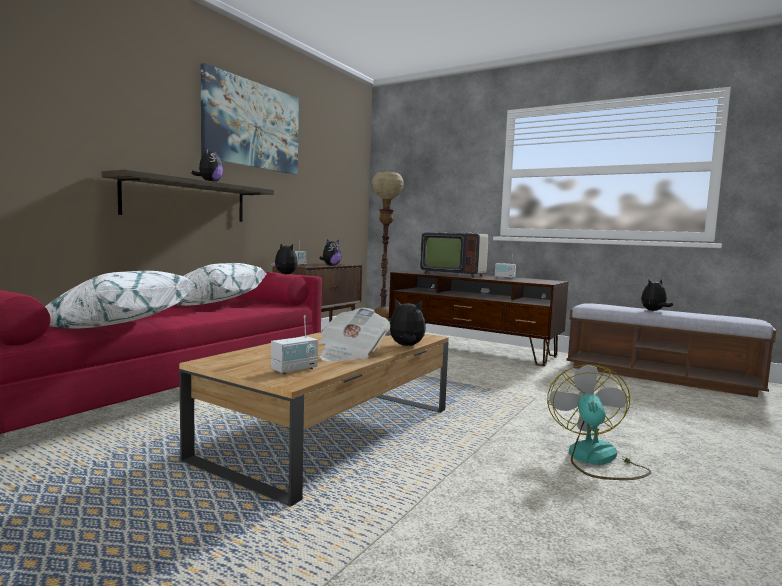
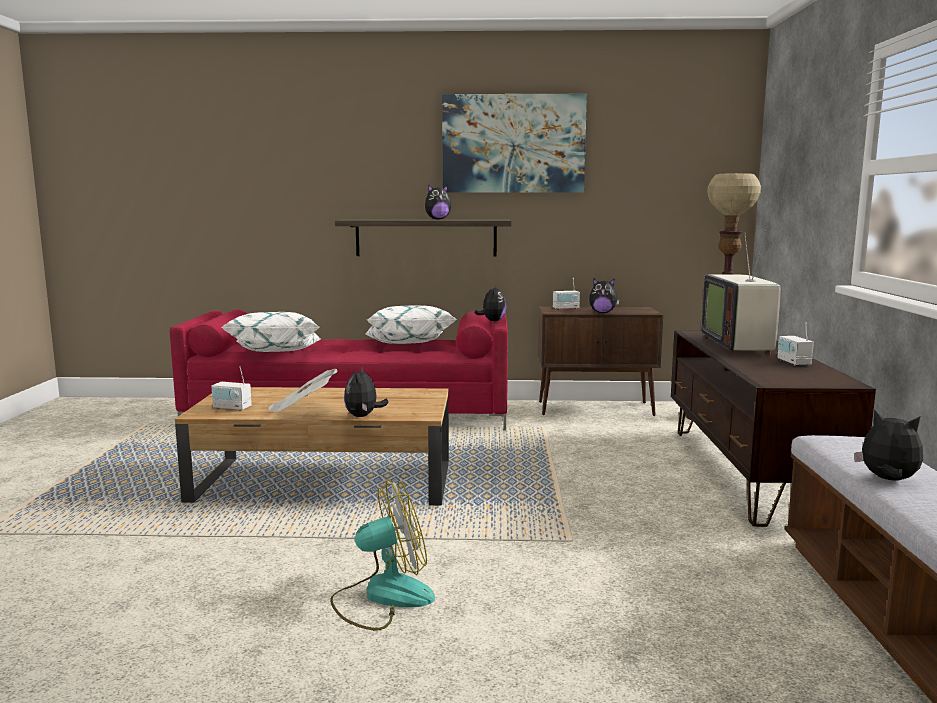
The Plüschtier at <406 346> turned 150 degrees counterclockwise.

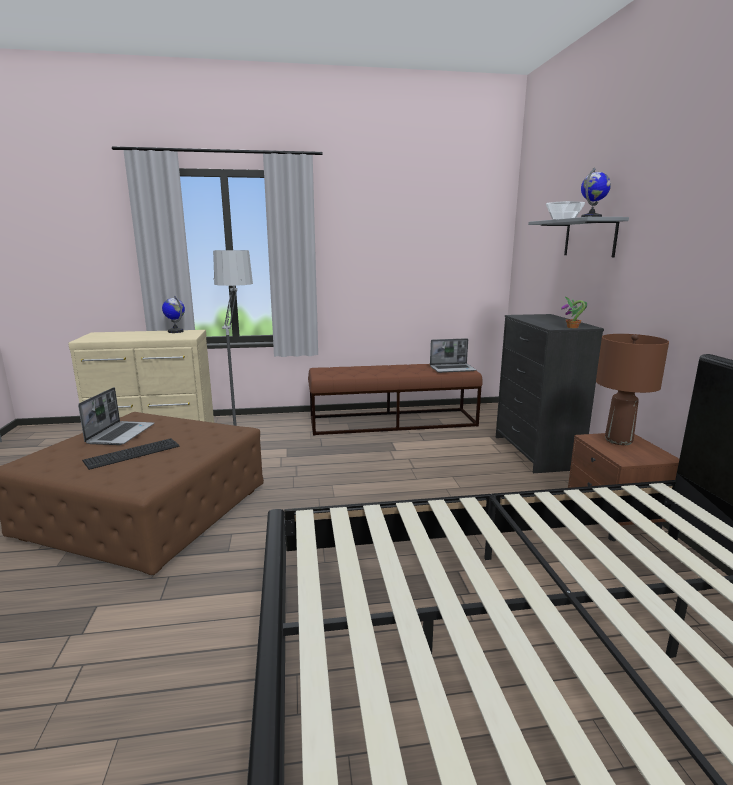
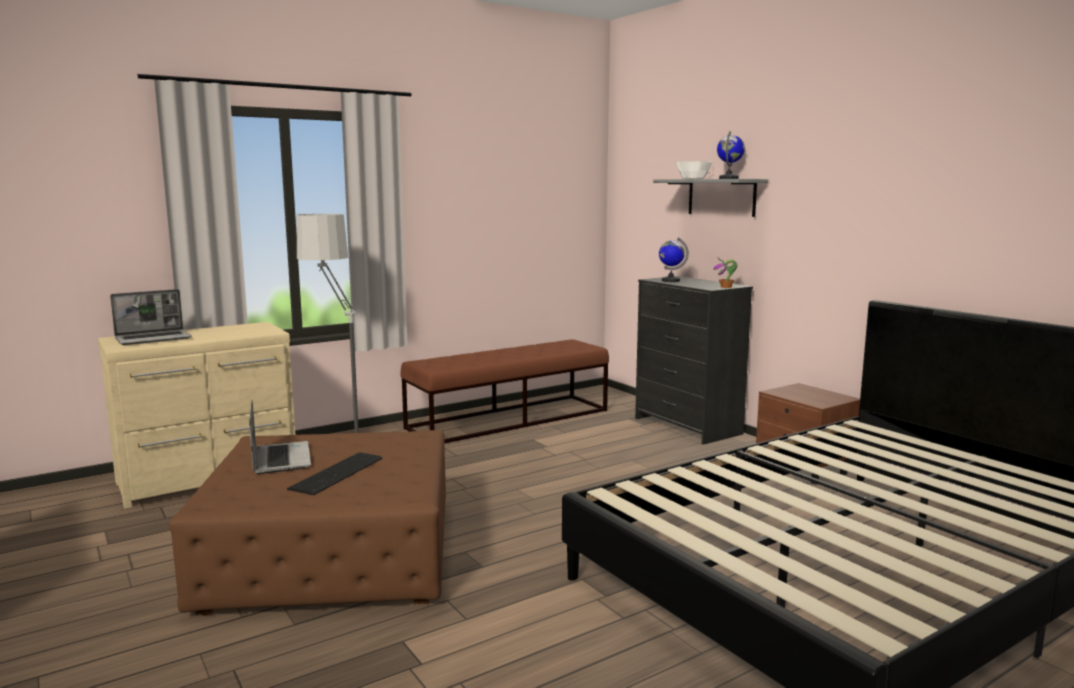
The Globus moved from <175 331> to <670 281>.
The Laptop moved from <452 369> to <154 338>.
The Tischlampe [braun] at <618 440> disappeared.

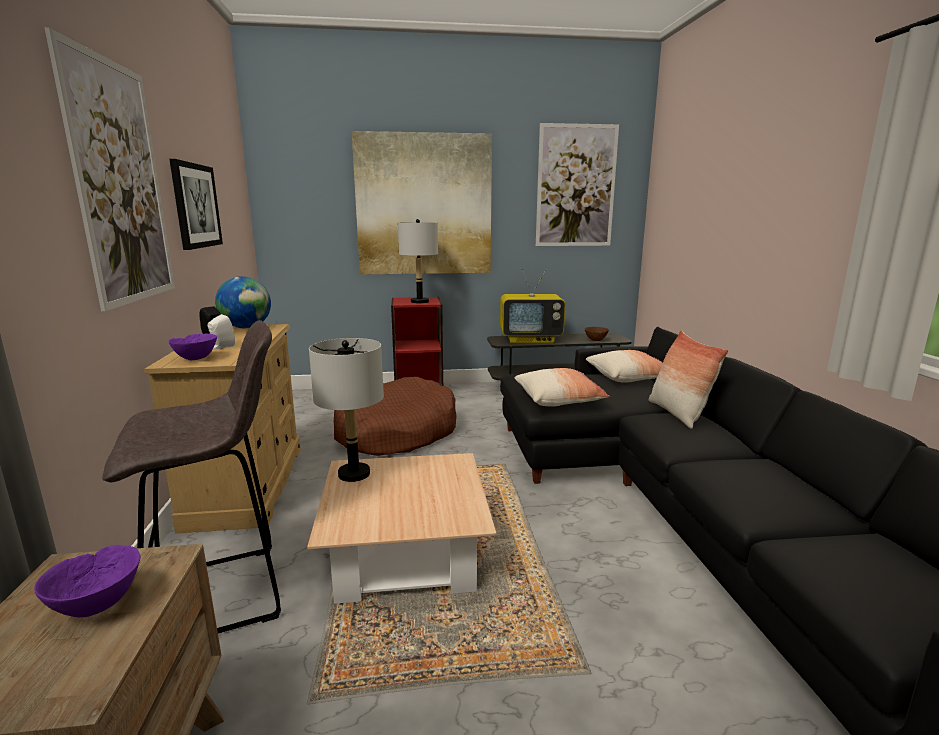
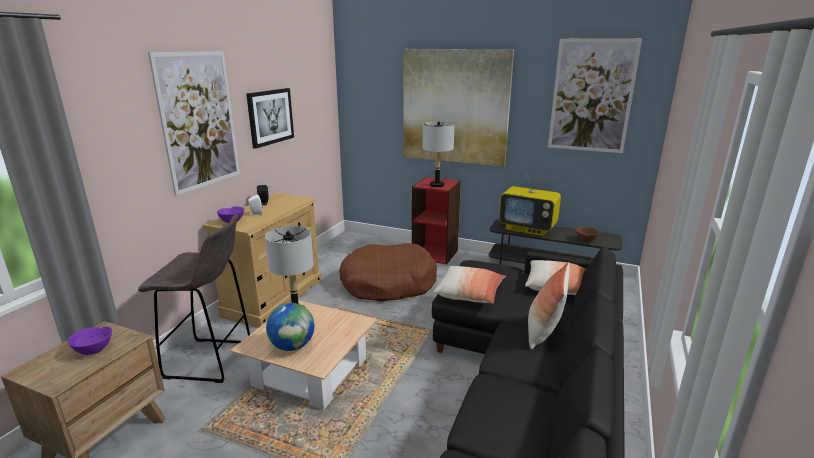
The Globus moved from <246 327> to <292 346>.

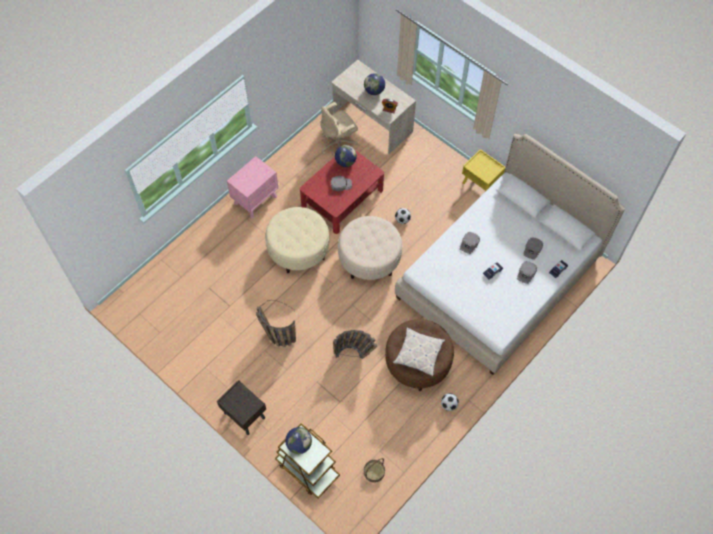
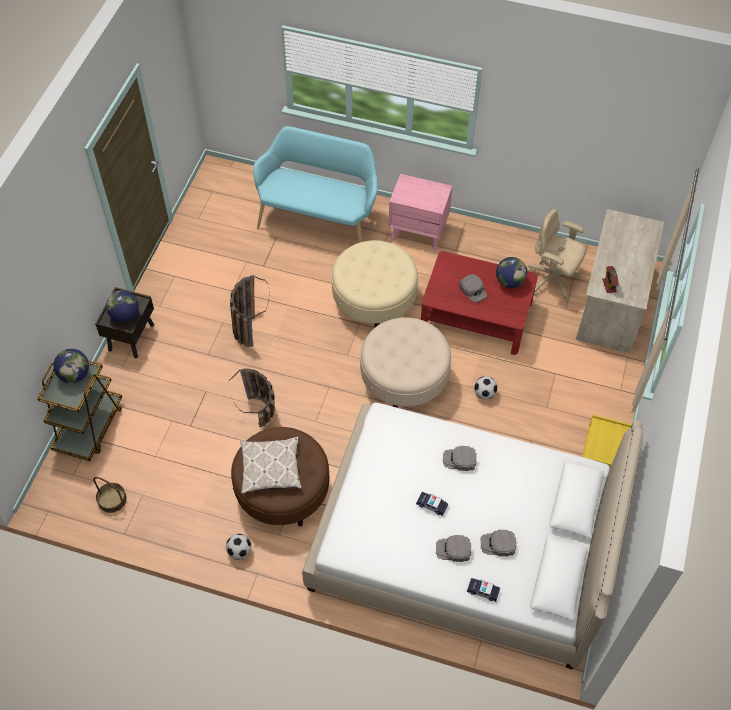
The Globus moved from <374 91> to <125 315>.
The Bank [türkis] at <318 220> appeared.

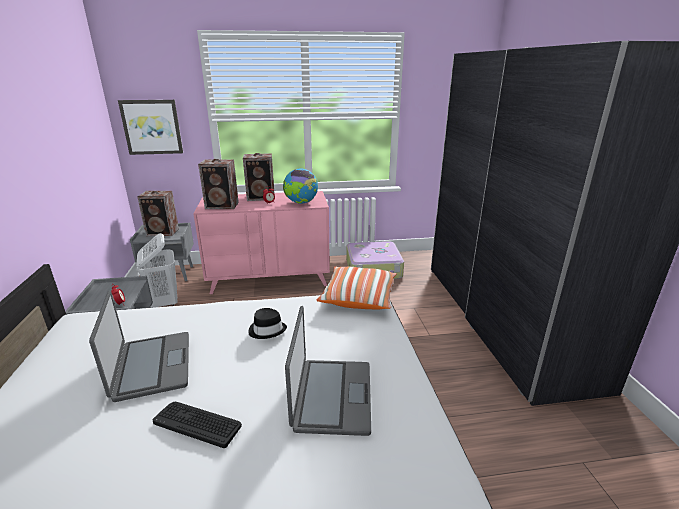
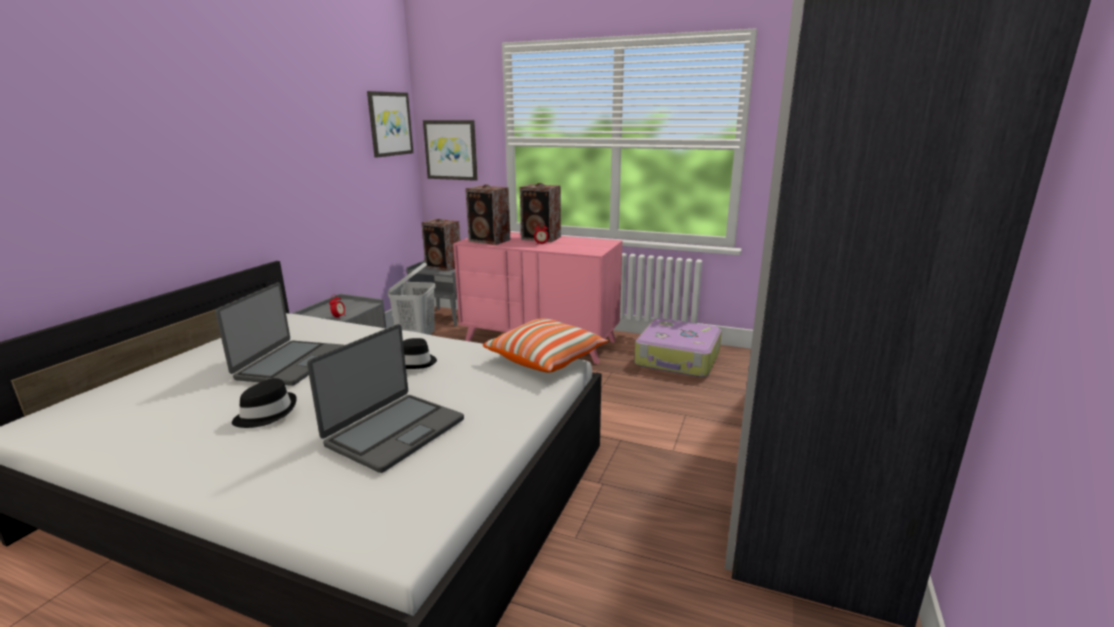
The Tastatur at <198 423> was replaced by the Hut [schwarz] at <266 413>.
The Globus at <301 203> disappeared.
The Bild at <389 124> appeared.

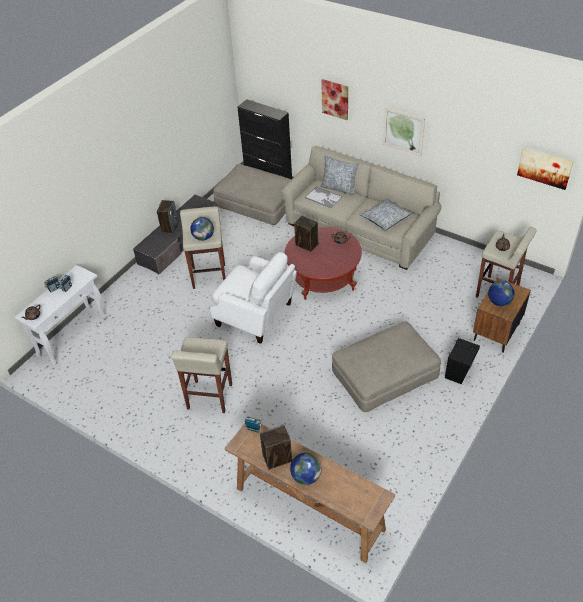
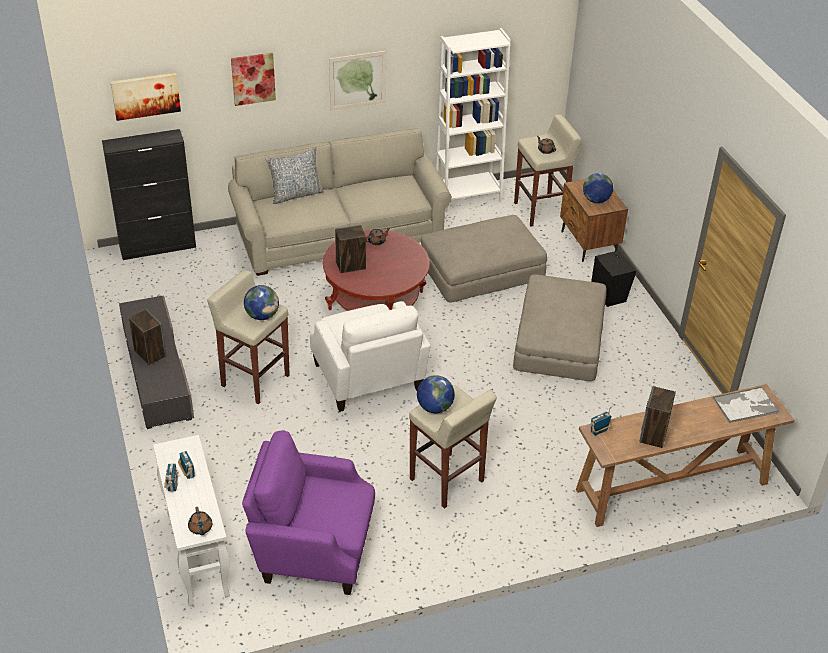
The Sessel [weiß] at <256 315> turned 90 degrees clockwise.
The Polsterhocker [beige] moved from <257 202> to <481 269>.
The Globus moved from <306 476> to <434 407>.
The Tablett moved from <324 198> to <746 405>.
The Kissen at <385 219> disappeared.
The Bild moved from <545 167> to <145 95>.
The Sessel [lila] at <313 548> appeared.
The Bücherregal [weiß] at <467 197> appeared.

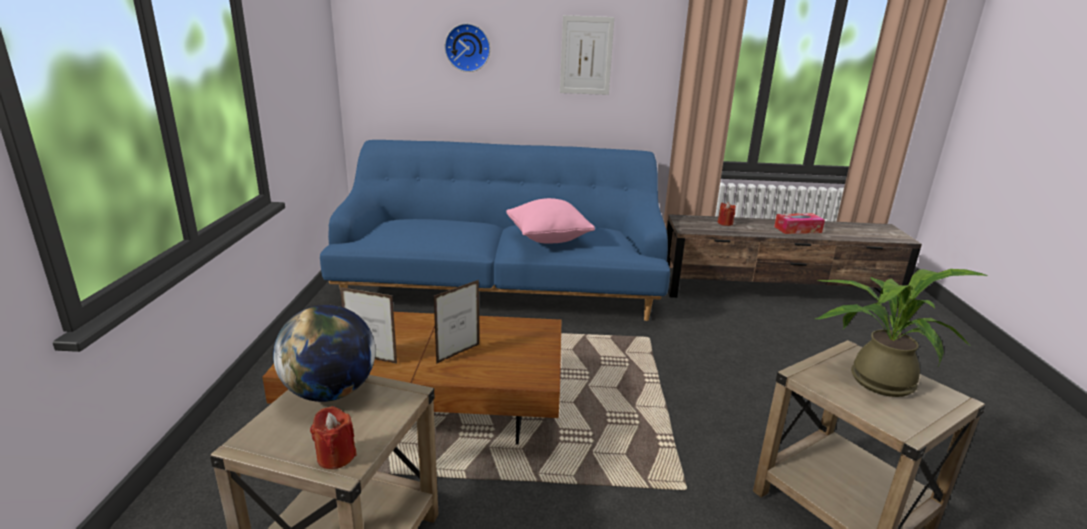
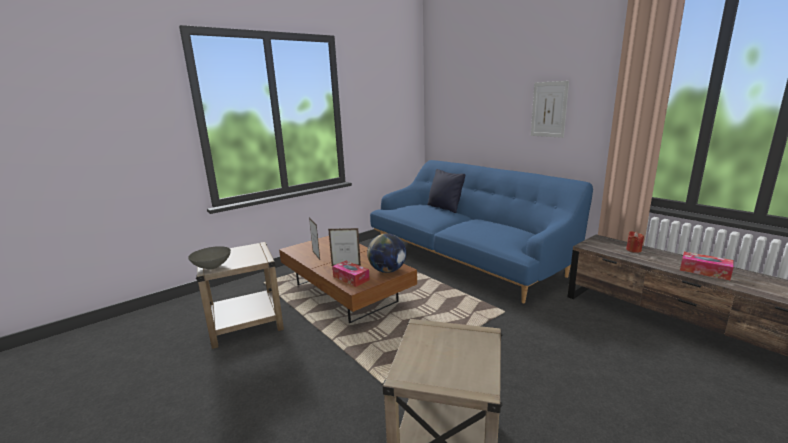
The Globus moved from <330 392> to <387 270>.
The Kerze [rot] at <336 456> was replaced by the Schüssel [grau] at <212 266>.
The Wanduhr at <468 47> disappeared.
The Kissen [rosa] at <548 239> disappeared.
The Topfpflanze at <873 378> disappeared.
The Taschentuchbox at <351 278> appeared.
The Kissen [schwarz] at <445 208> appeared.

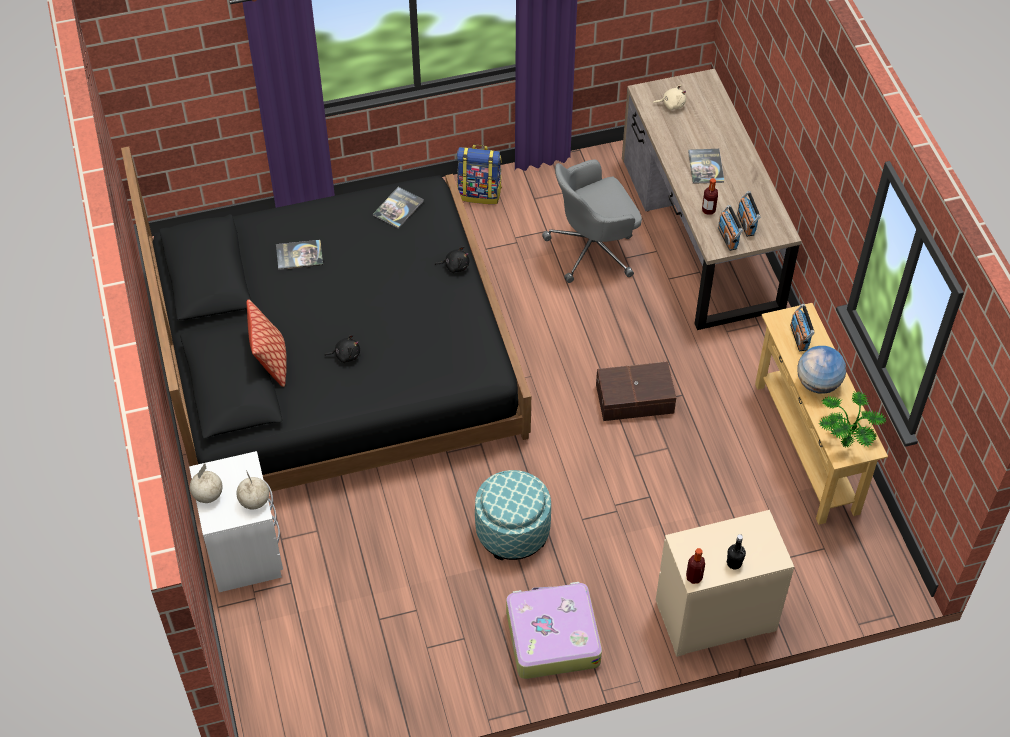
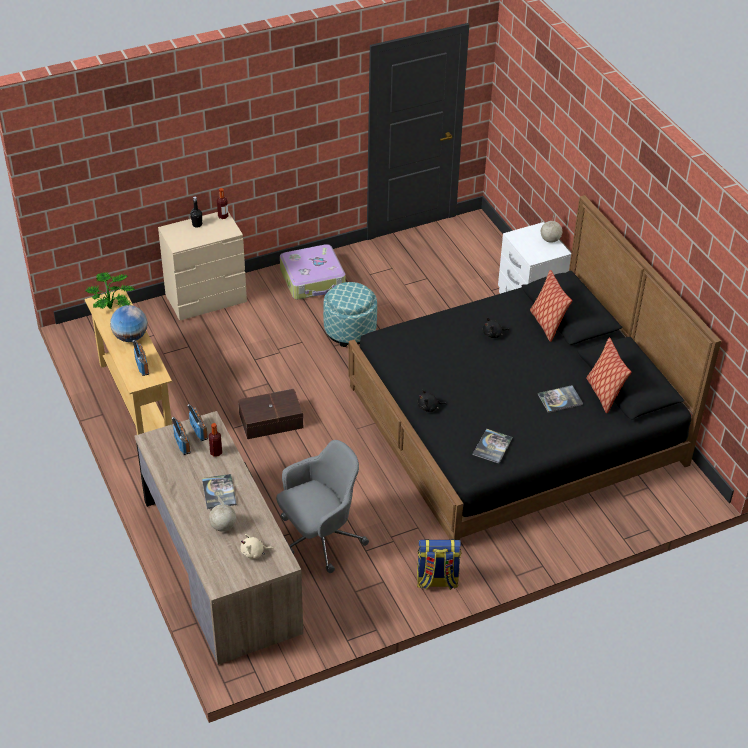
The Globus moved from <254 501> to <223 527>.
The Kissen at <603 394> appeared.

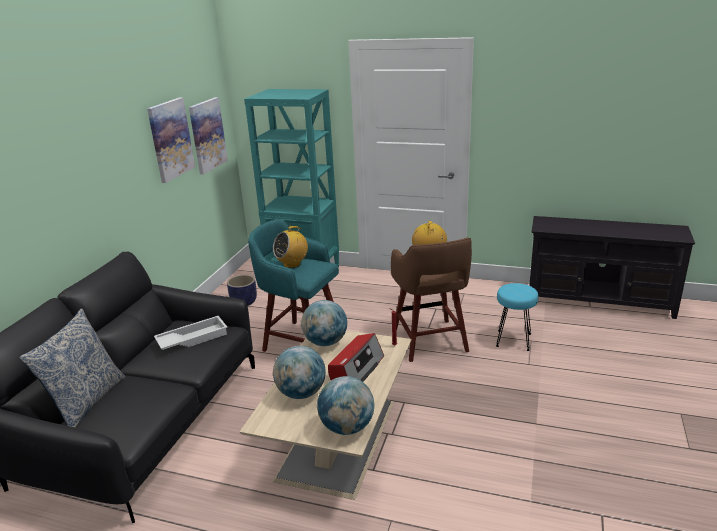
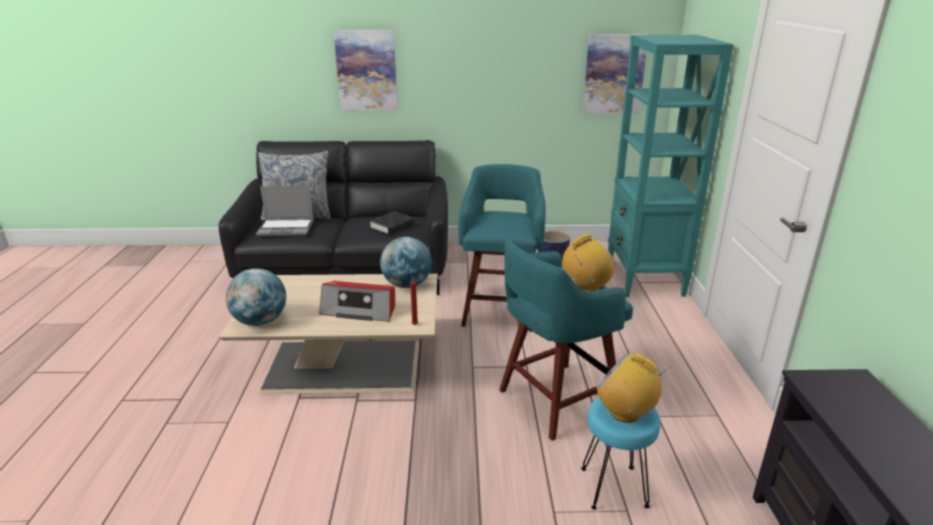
The Bild moved from <170 139> to <366 70>.
The Tablett [weiß] at <192 338> was replaced by the Buch [schwarz] at <391 226>.
The Radio moved from <292 264> to <625 412>.
The Globus at <301 393> disappeared.
The Hocker [braun] at <430 342> became the Hocker [türkis] at <555 400>.
The Laptop at <287 228> appeared.

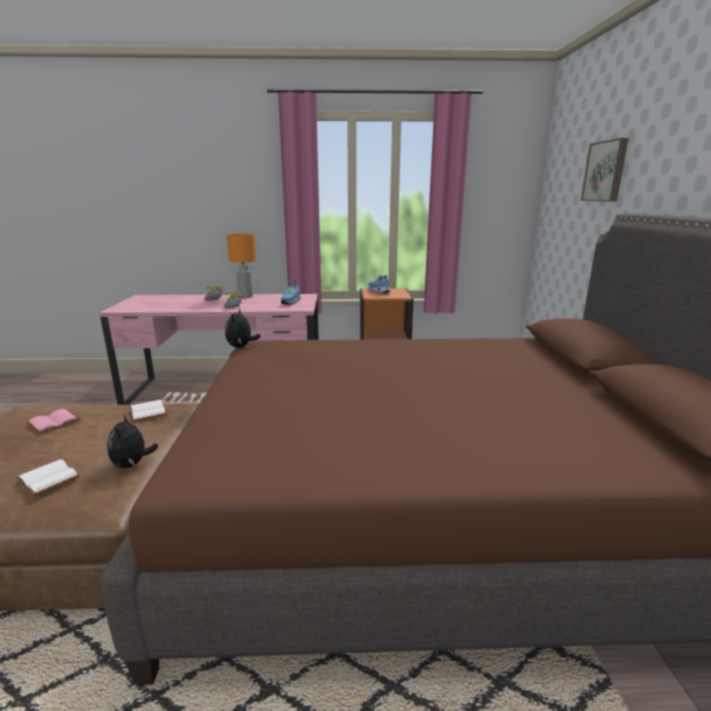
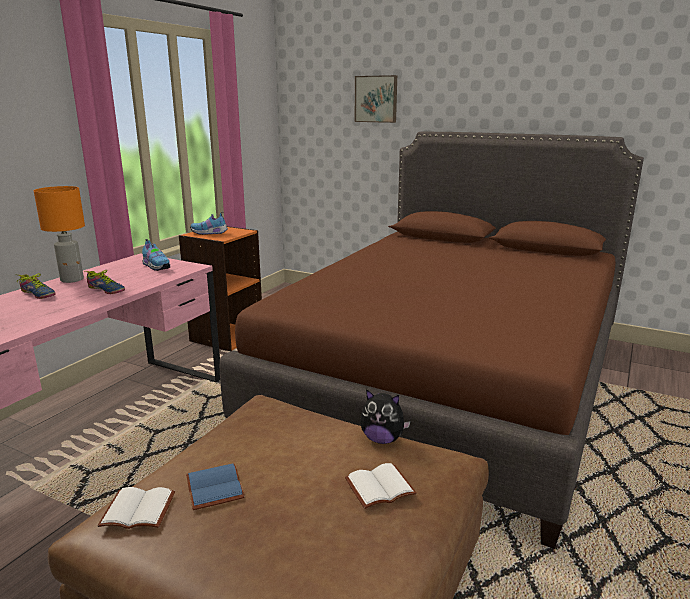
The Buch [rosa] at <54 422> became the Buch [blau] at <212 487>.
The Buch [weiß] moved from <149 412> to <140 509>.
The Plüschtier at <241 347> disappeared.

